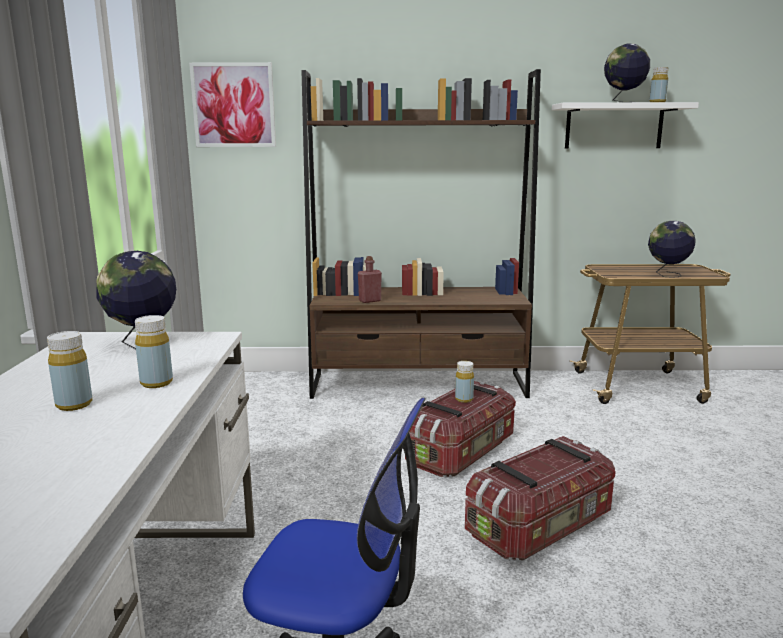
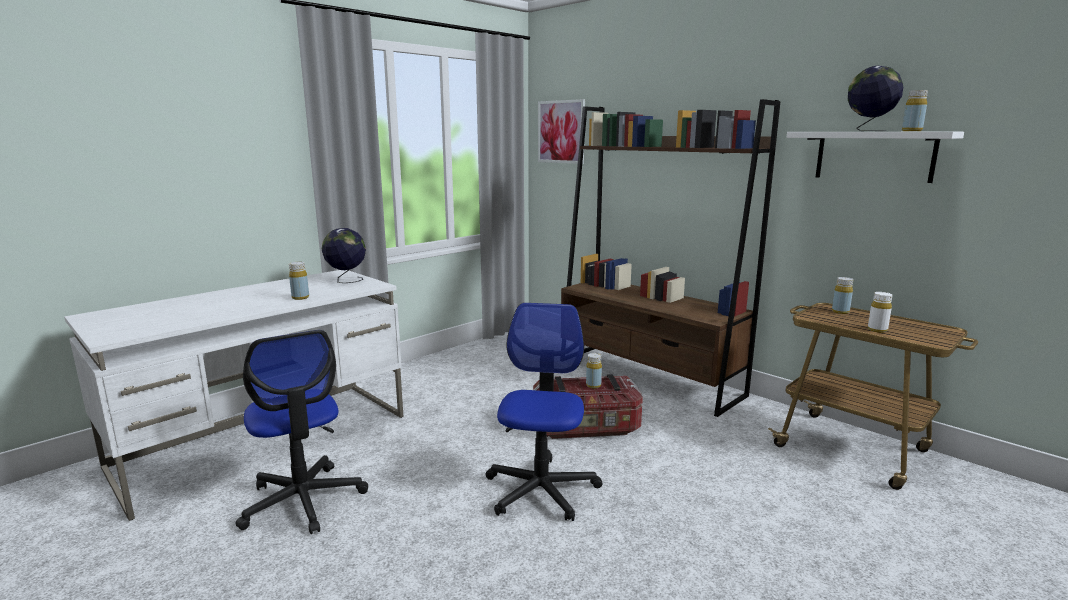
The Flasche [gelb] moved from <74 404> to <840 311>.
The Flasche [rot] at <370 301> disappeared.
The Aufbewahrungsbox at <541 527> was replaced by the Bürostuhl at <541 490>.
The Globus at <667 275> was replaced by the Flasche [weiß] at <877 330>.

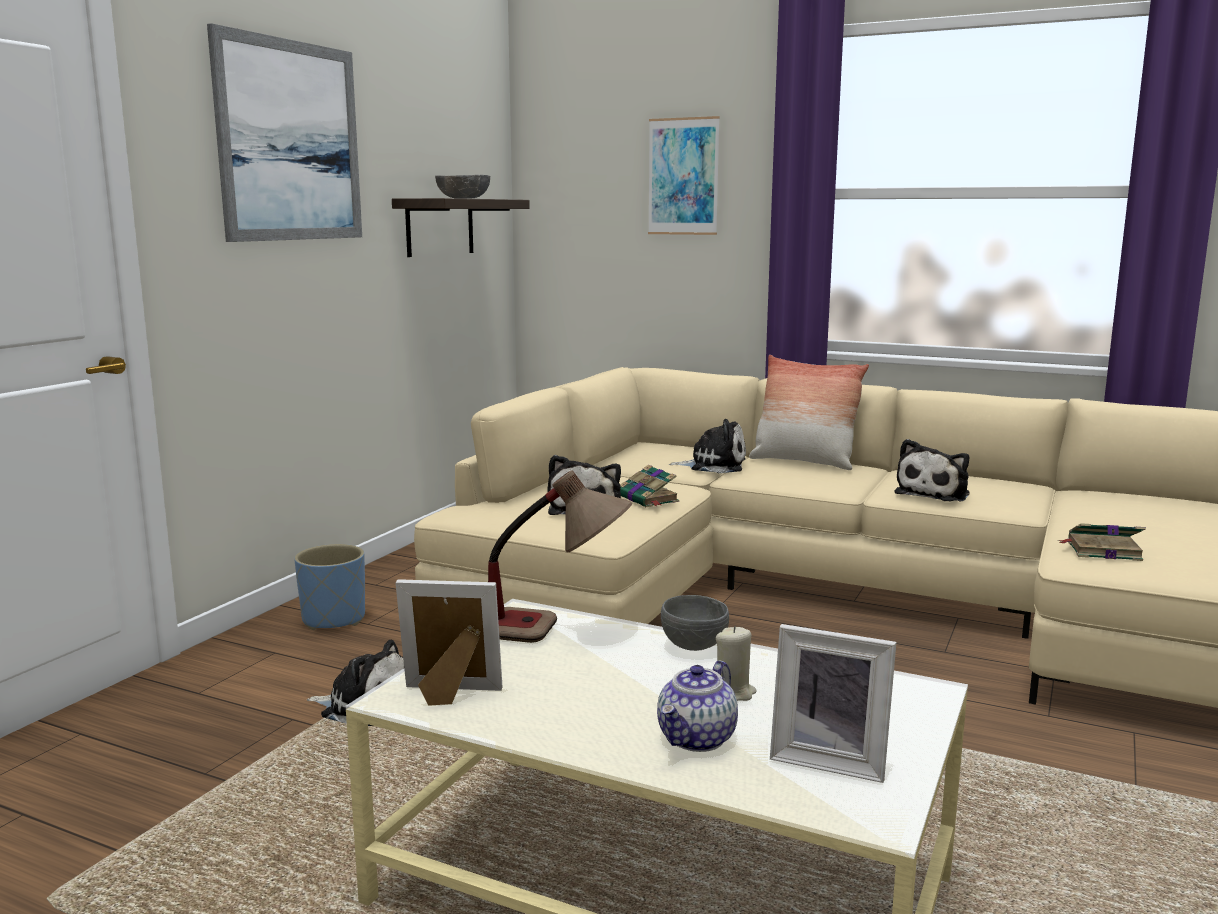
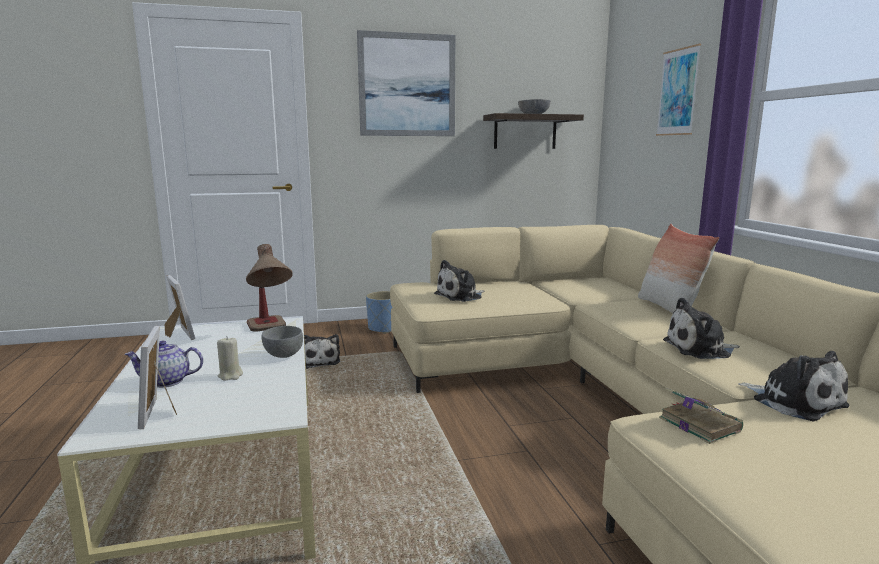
The Buch at <648 499> disappeared.
The Plüschtier moved from <713 465> to <794 402>.

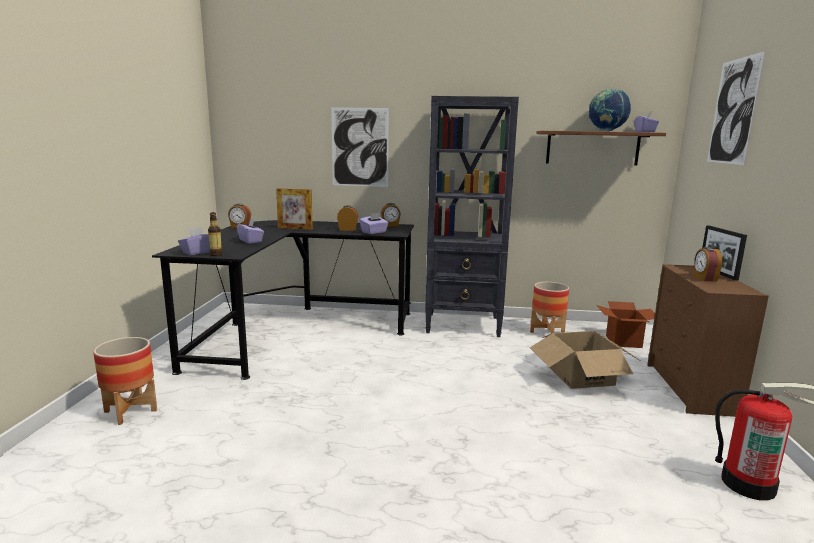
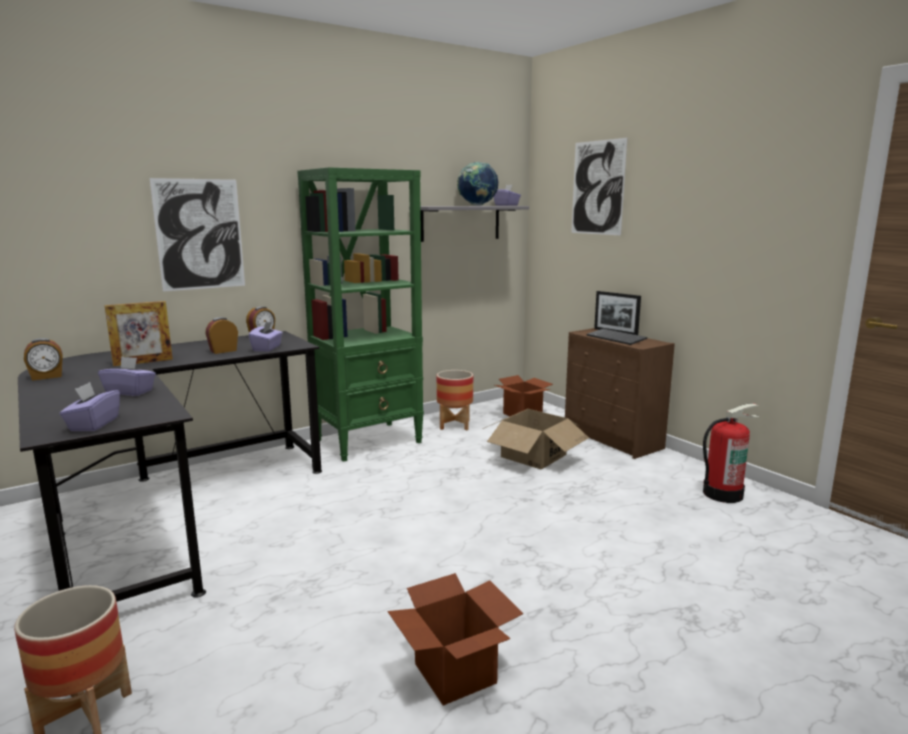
The Flasche at <216 255> disappeared.
The Bücherregal [schwarz] at <463 325> became the Bücherregal [grün] at <369 441>.
The Wandregal [braun] at <592 148> became the Wandregal [grau] at <460 223>.
The Wecker at <704 278> was replaced by the Tastatur at <617 338>.
The Karton at <454 673> appeared.

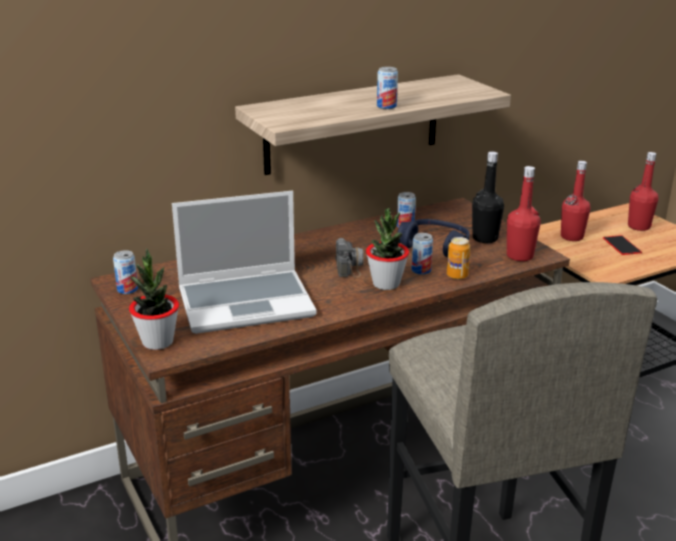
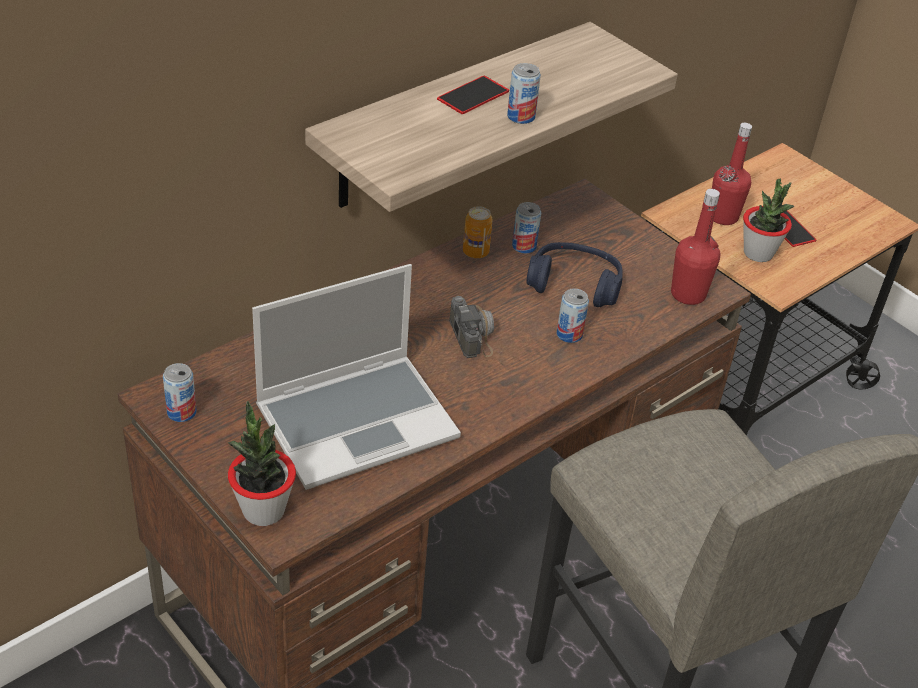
The Topfpflanze moved from <386 284> to <758 253>.
The Dose moved from <457 276> to <475 252>.
The Flasche [schwarz] at <485 238> disappeared.
The Flasche [rot] at <638 226> disappeared.
The Handy at <473 95> appeared.

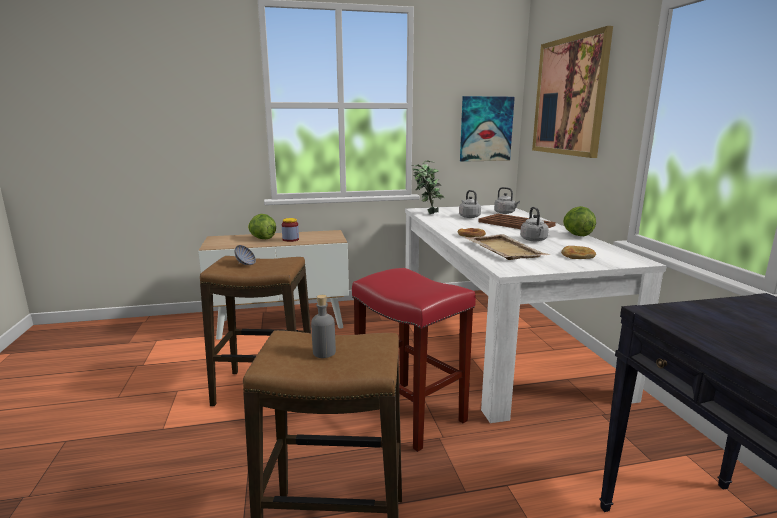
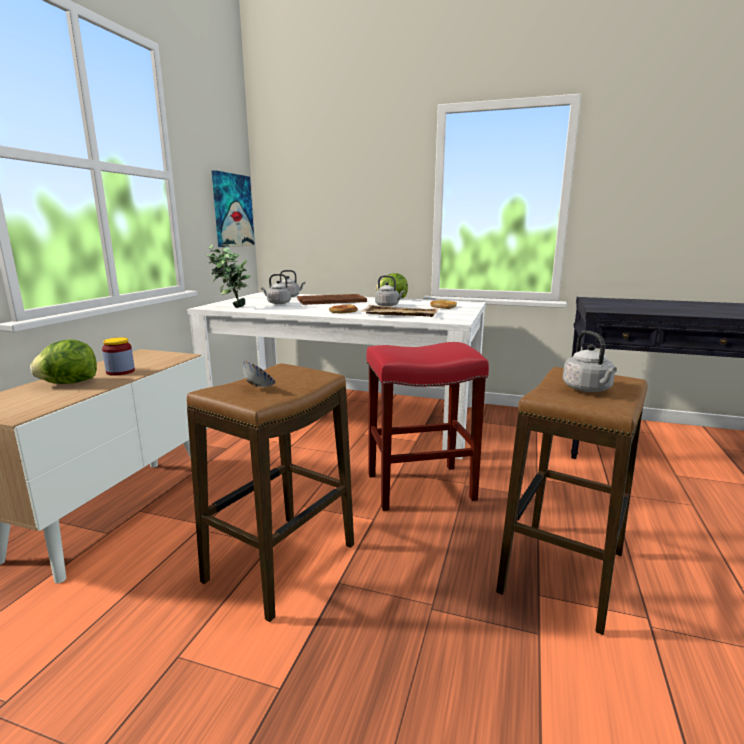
The Flasche [grau] at <324 352> was replaced by the Wasserkessel [grau] at <588 389>.
The Bild at <569 96> disappeared.

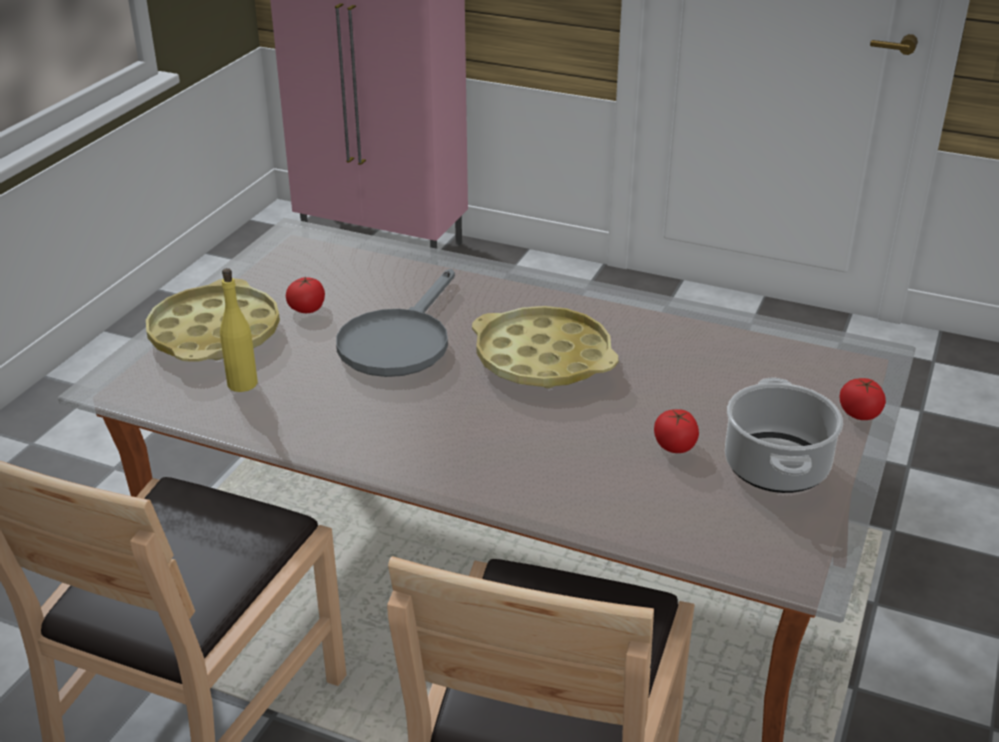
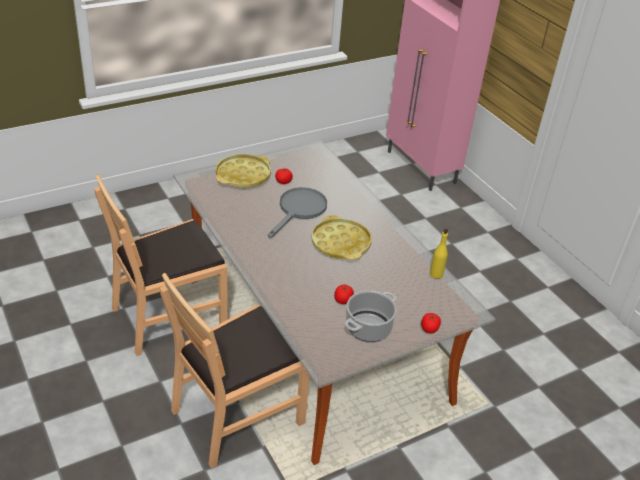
The Flasche [gelb] moved from <242 383> to <436 274>.
The Pfanne [grau] at <399 341> turned 150 degrees clockwise.

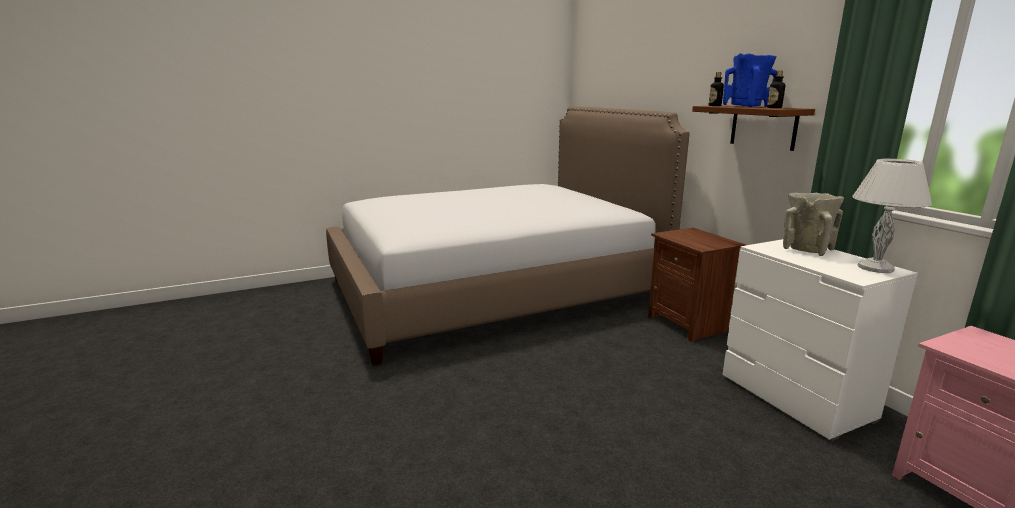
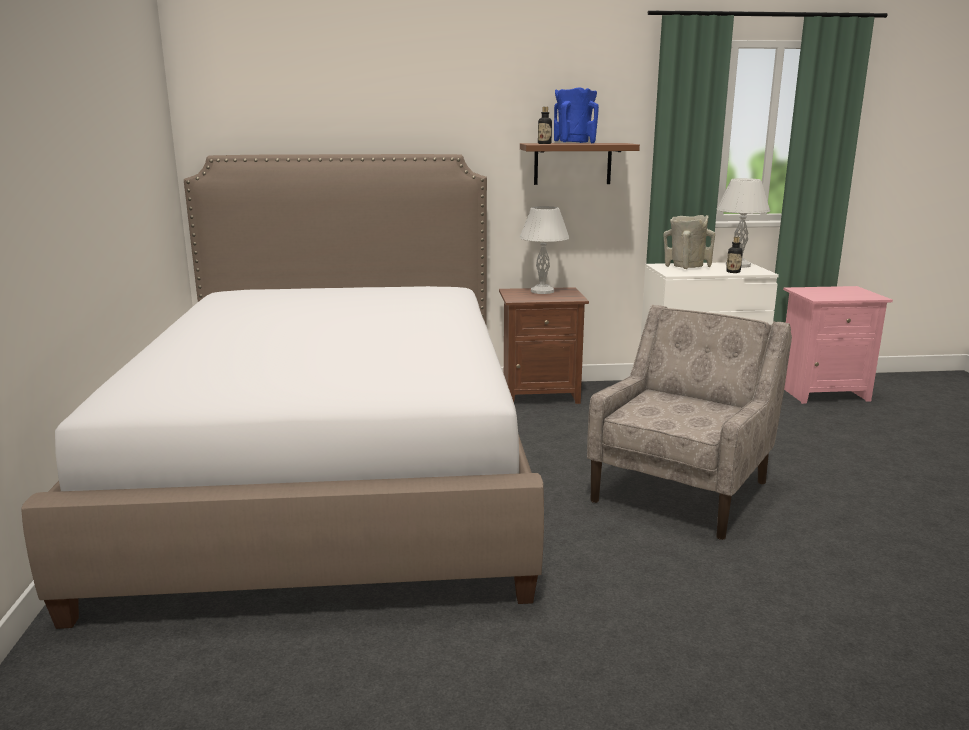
The Flasche moved from <774 108> to <733 272>.
The Tischlampe [weiß] at <543 291> appeared.
The Sessel [beige] at <682 491> appeared.

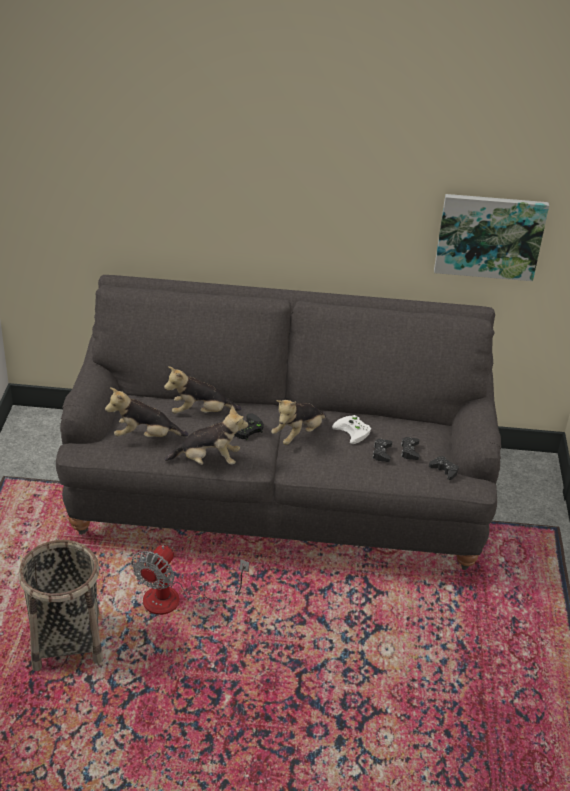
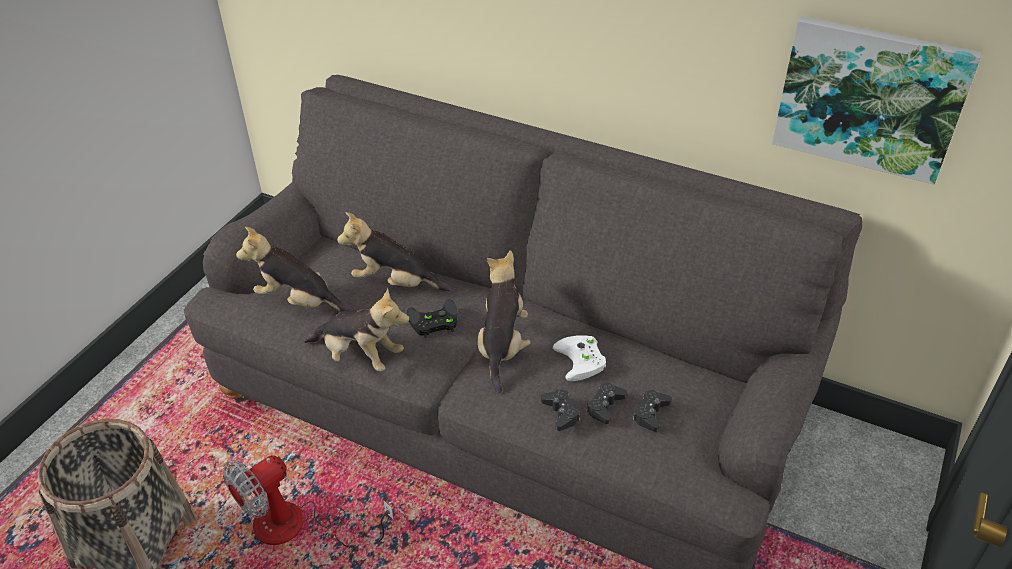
The Plüschtier at <298 434> turned 120 degrees clockwise.
The Gamepad [schwarz] moved from <444 470> to <561 413>.

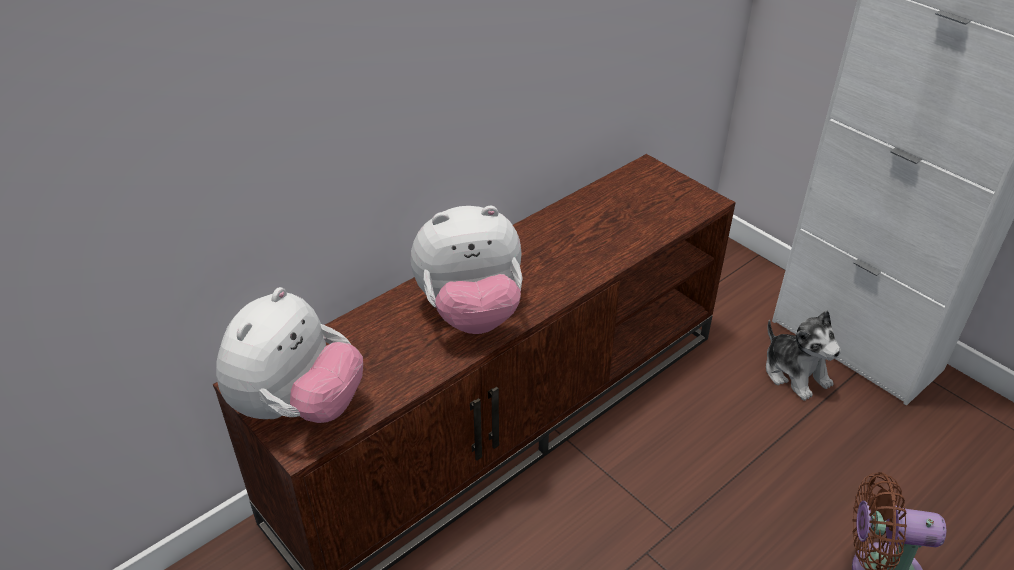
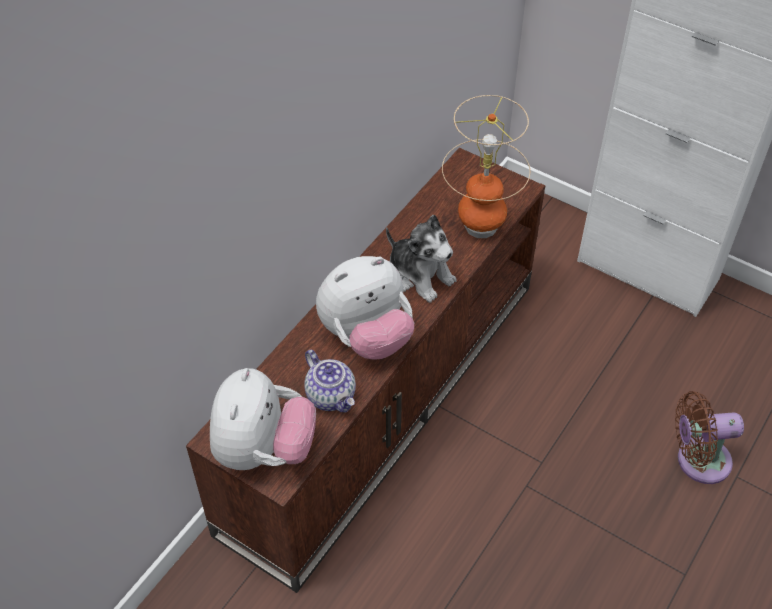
The Plüschtier moved from <795 373> to <420 275>.
The Teekanne at <331 396> appeared.
The Tischlampe at <481 225> appeared.

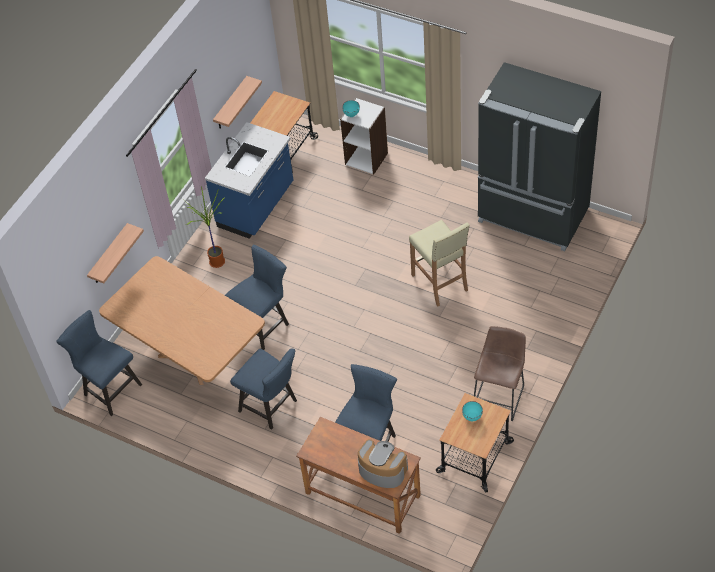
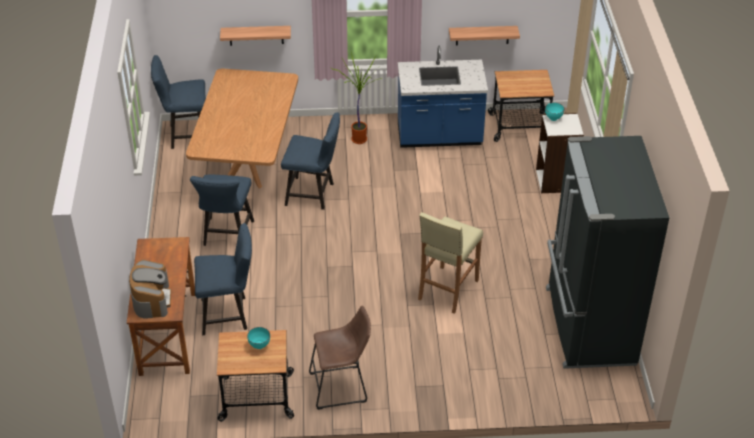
The Stuhl [blau] at <109 388> turned 105 degrees counterclockwise.

